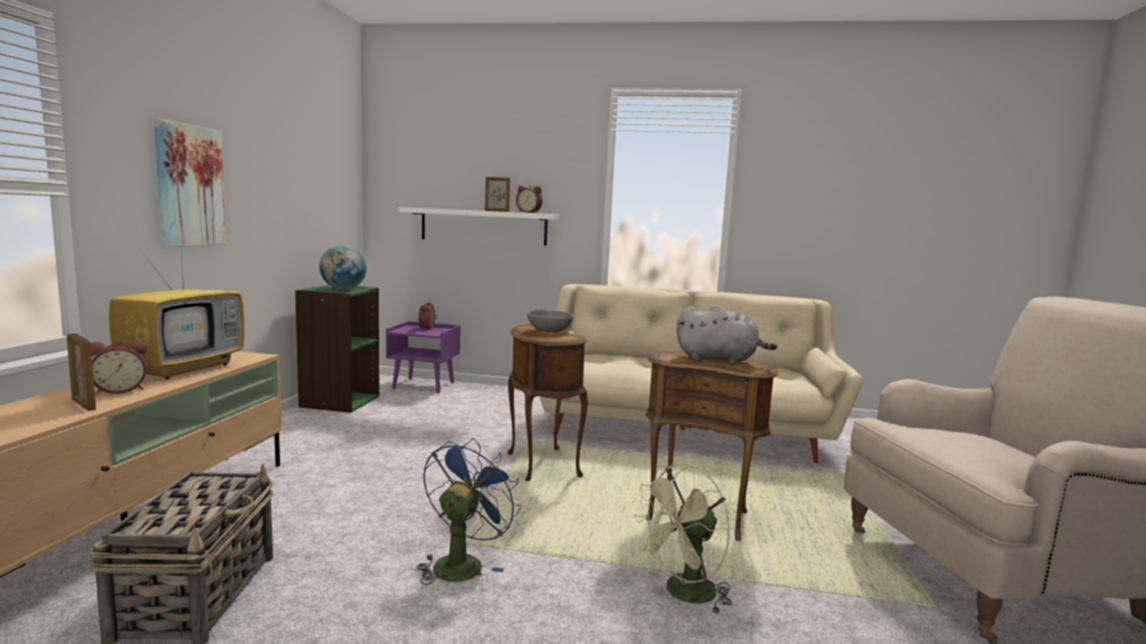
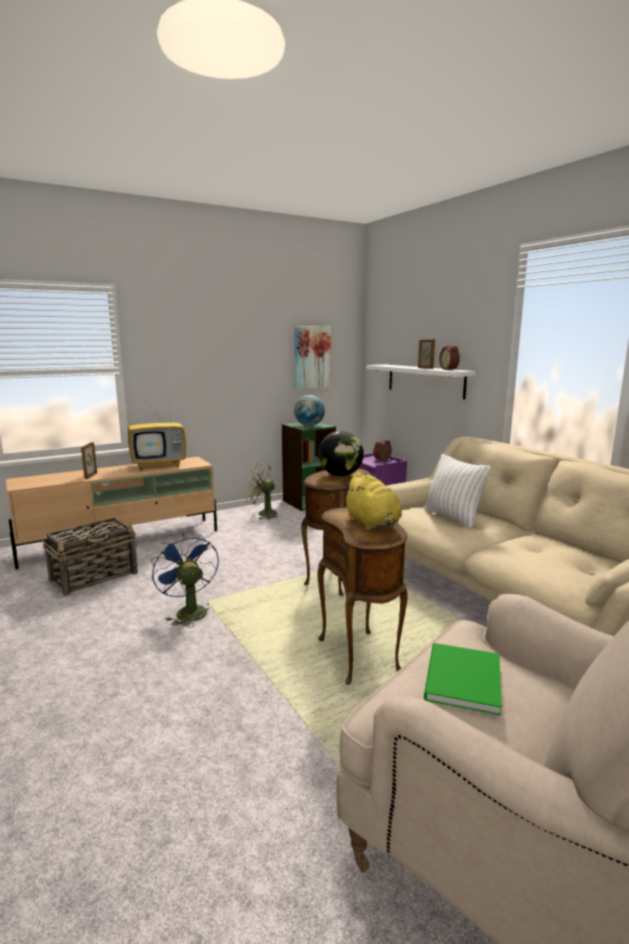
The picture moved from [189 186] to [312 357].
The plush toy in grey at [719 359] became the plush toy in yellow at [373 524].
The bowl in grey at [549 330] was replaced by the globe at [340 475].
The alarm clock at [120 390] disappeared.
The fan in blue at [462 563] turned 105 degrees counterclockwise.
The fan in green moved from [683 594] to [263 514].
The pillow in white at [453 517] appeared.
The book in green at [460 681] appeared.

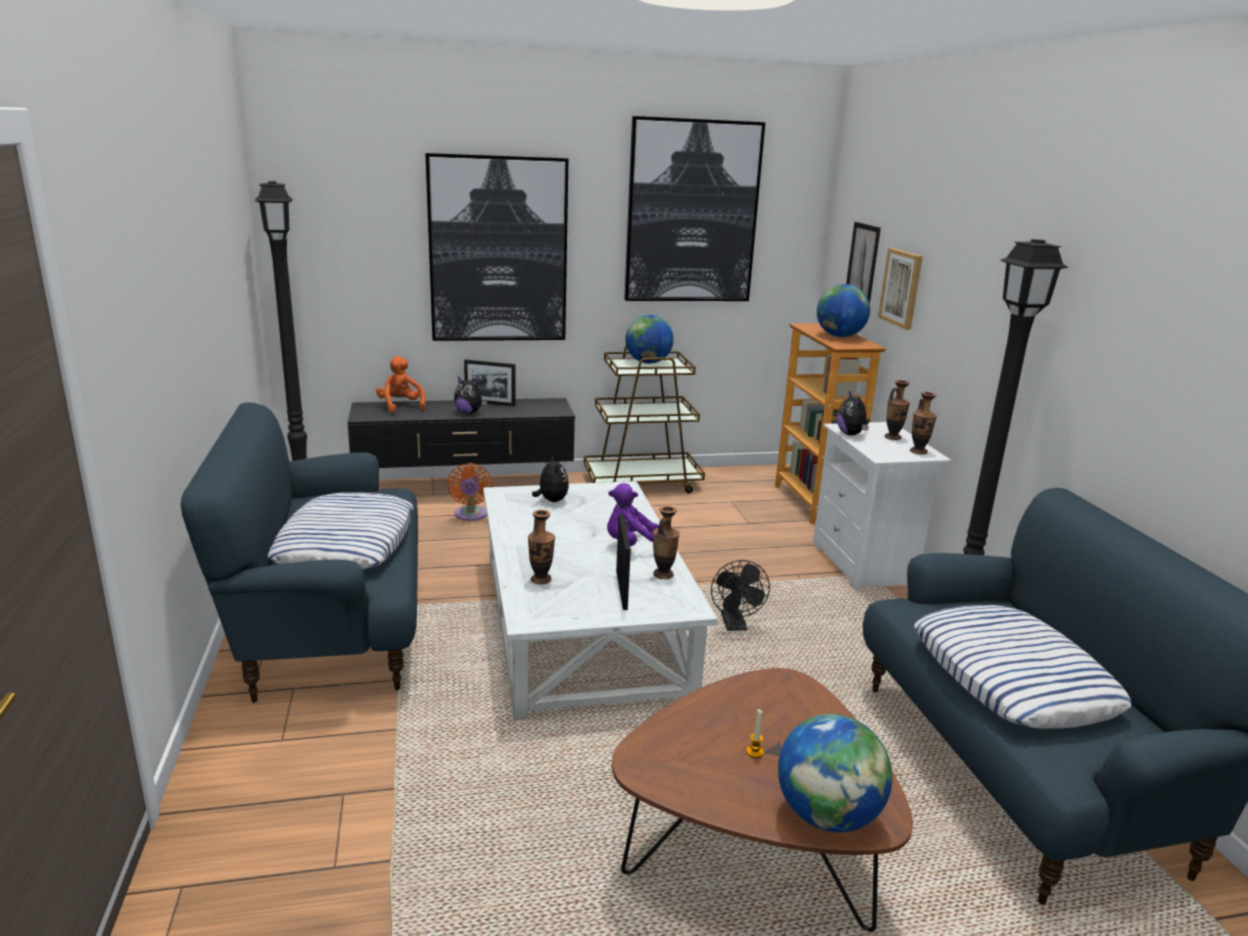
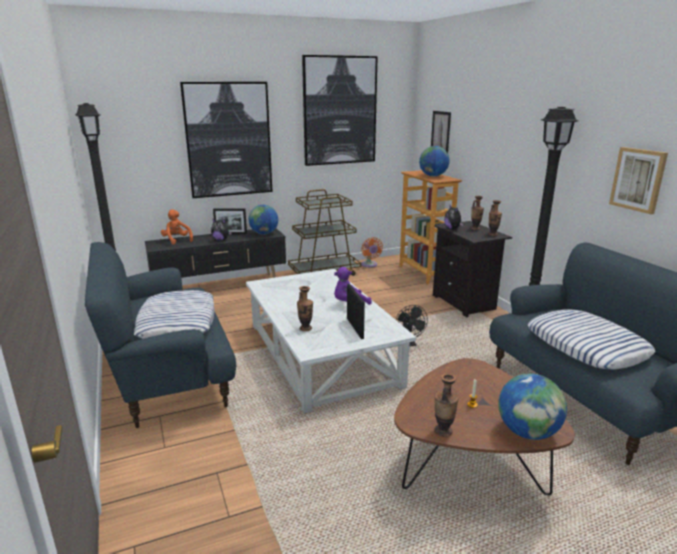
The picture moved from [901 288] to [638 179].
The globe moved from [648 363] to [264 234].
The nightstand in white at [865 565] became the nightstand in black at [465 303].
The plush toy at [551 500] disappeared.
The fan in orange moved from [470 515] to [369 265].
The vase moved from [663 574] to [443 431].

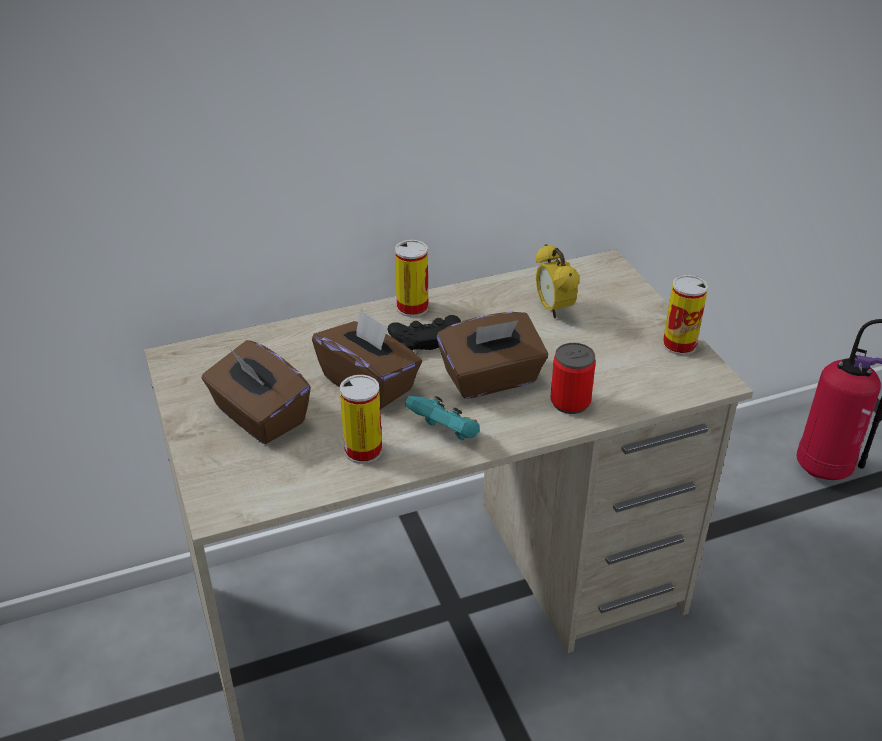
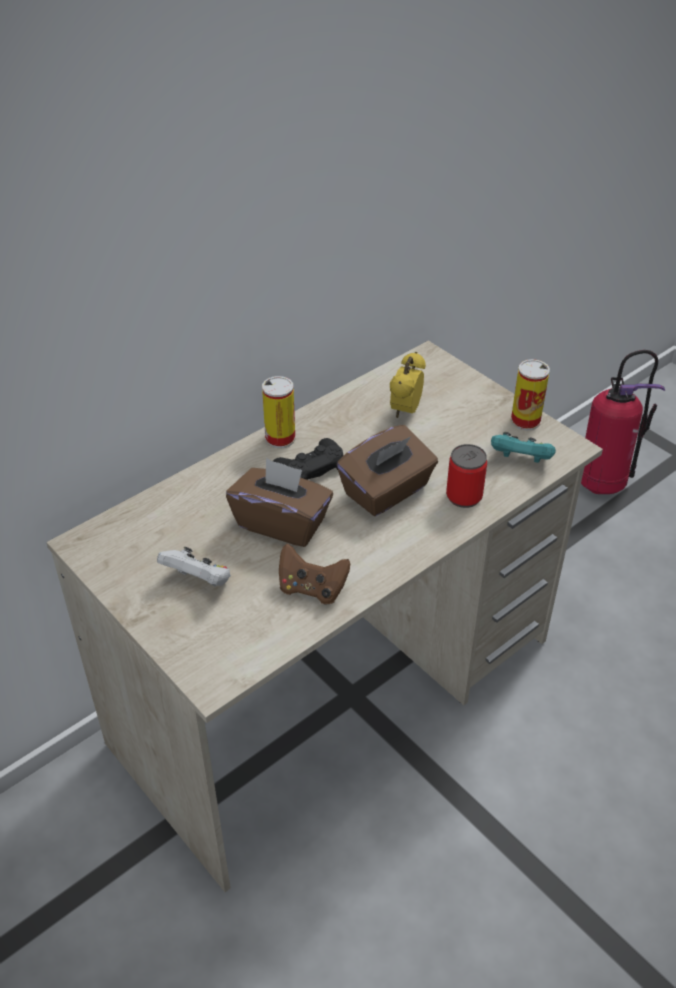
The alarm clock at [553 309] turned 60 degrees clockwise.
The tissue box in brown at [259 416] was replaced by the game controller in white at [198 581].
The can at [363 450] was replaced by the game controller in brown at [312 589].
The game controller in turquoise moved from [445 433] to [521 460].

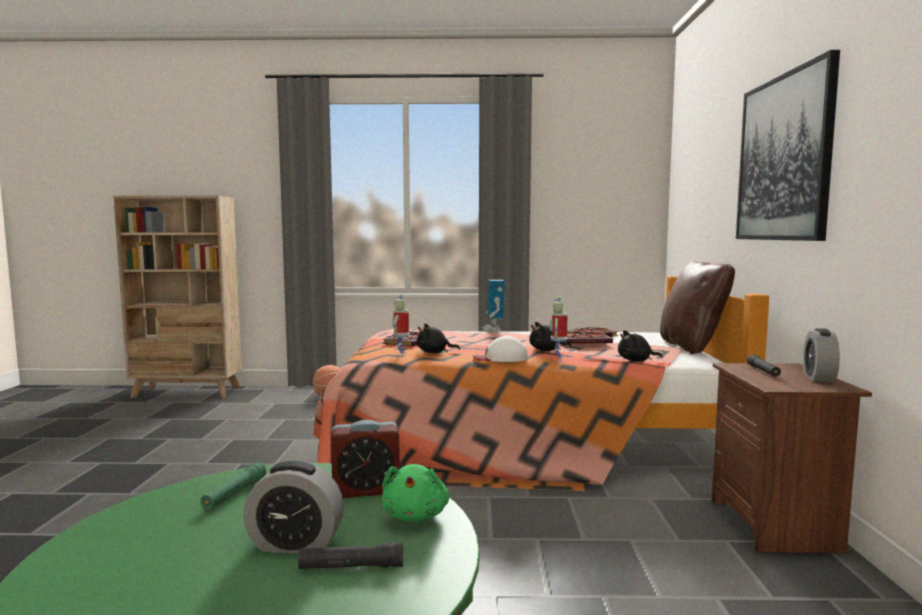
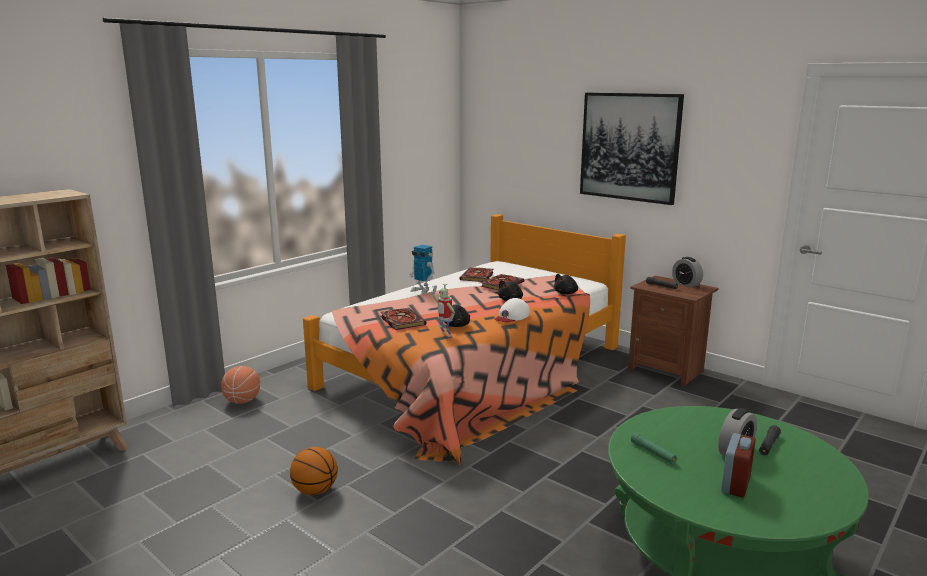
The pillow in brown at [692 347] disappeared.
The toy robot at [557 359] disappeared.
The alarm clock moved from [366 490] to [735 484].
The plush toy in green at [416 515] disappeared.
The basketball at [315 490] appeared.

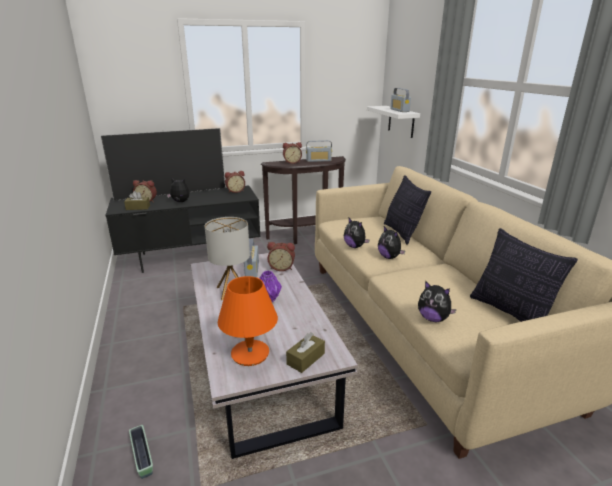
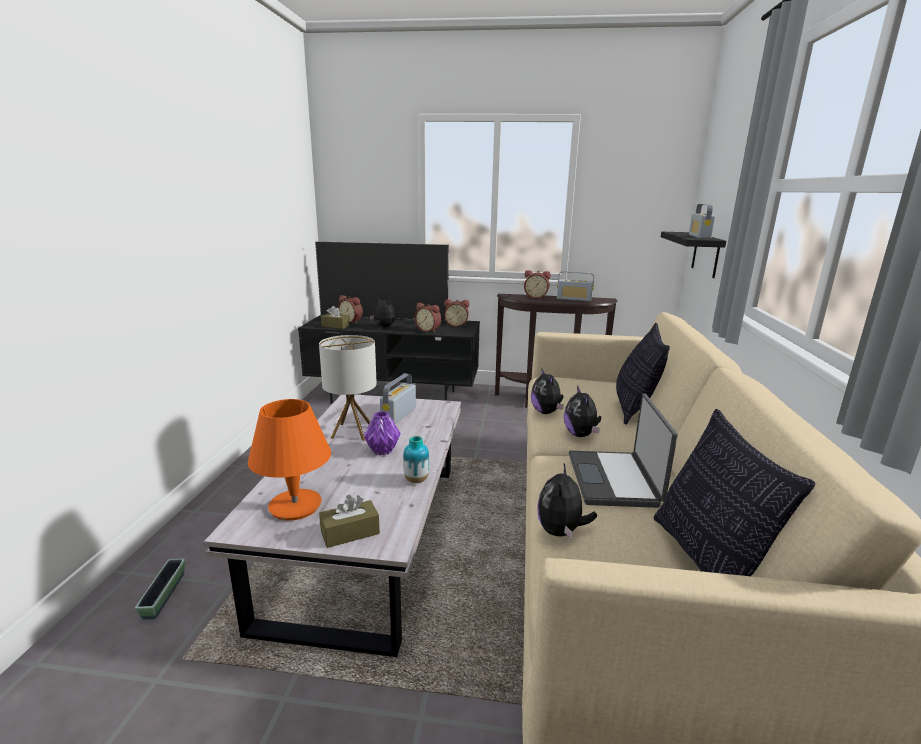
The shelf in white at [401 121] became the shelf in black at [705 254].
The alarm clock moved from [281 267] to [428 330].
The plush toy at [433 318] turned 45 degrees clockwise.
The laptop at [614 480] appeared.
The vase at [416 480] appeared.

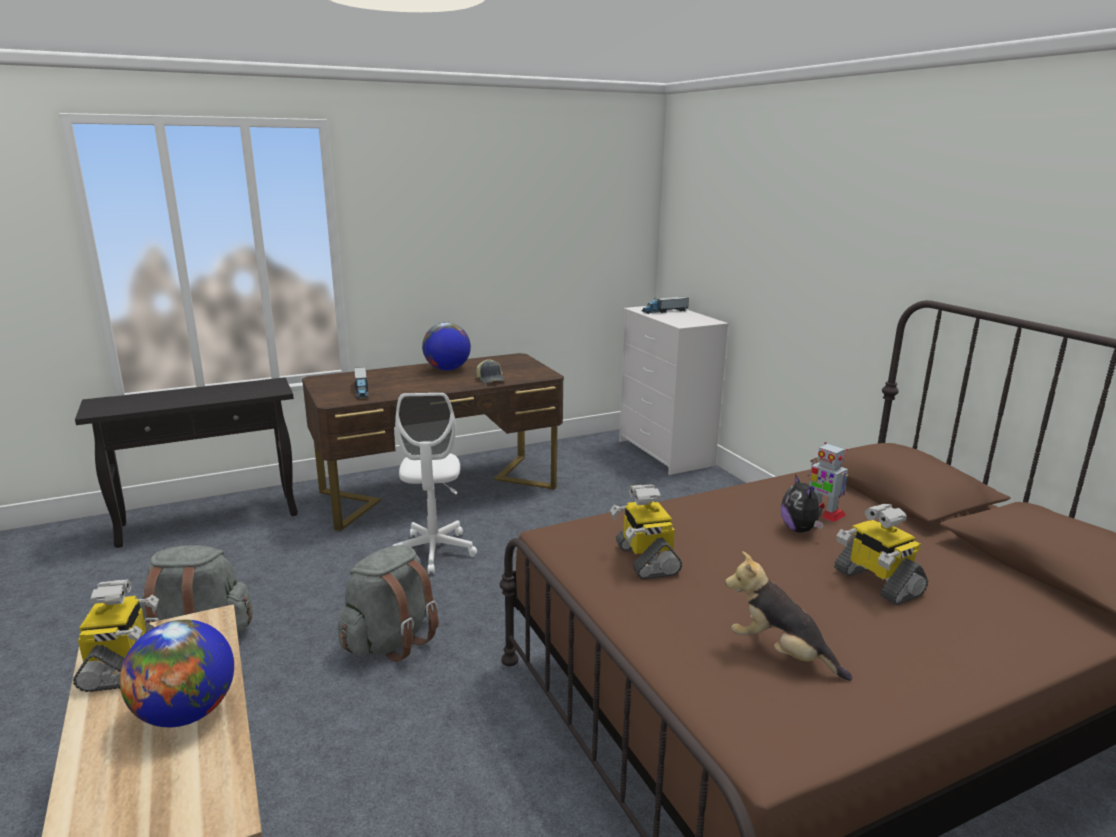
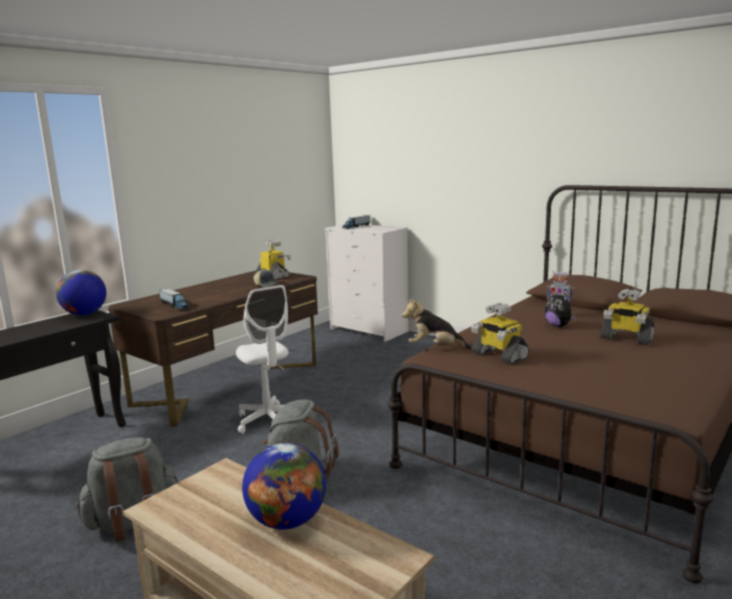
The globe moved from [447 369] to [84 314].
The plush toy moved from [780 653] to [435 347].
The toy robot moved from [121 664] to [274 276].

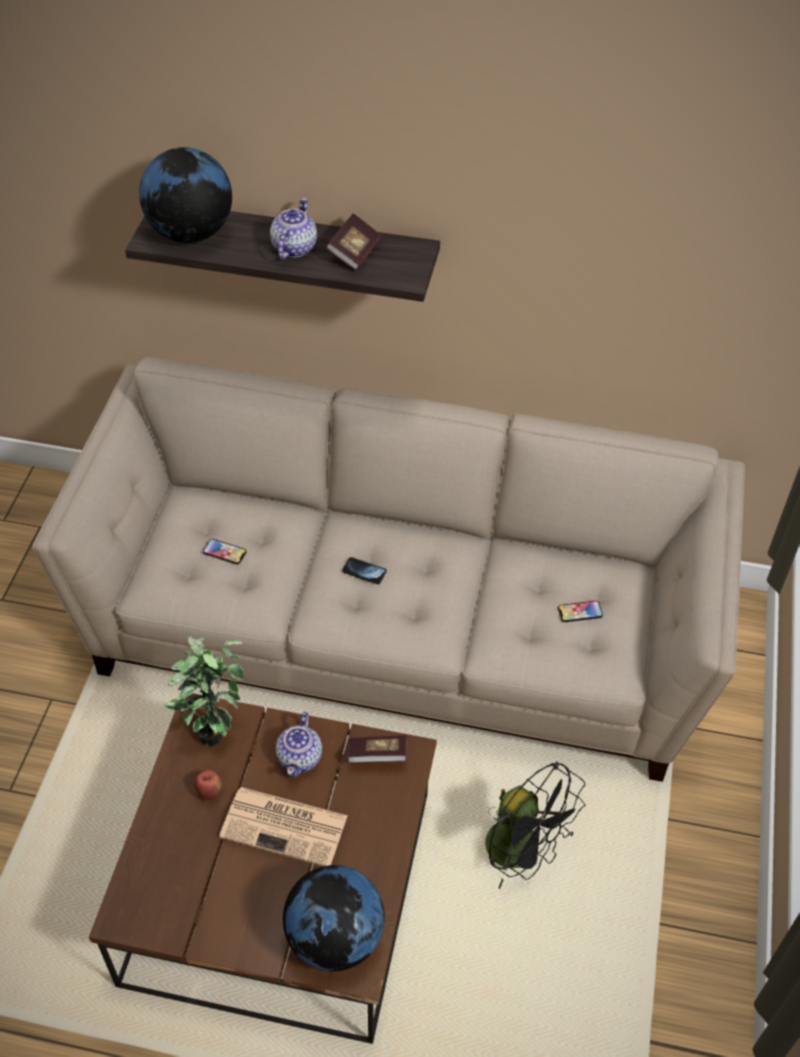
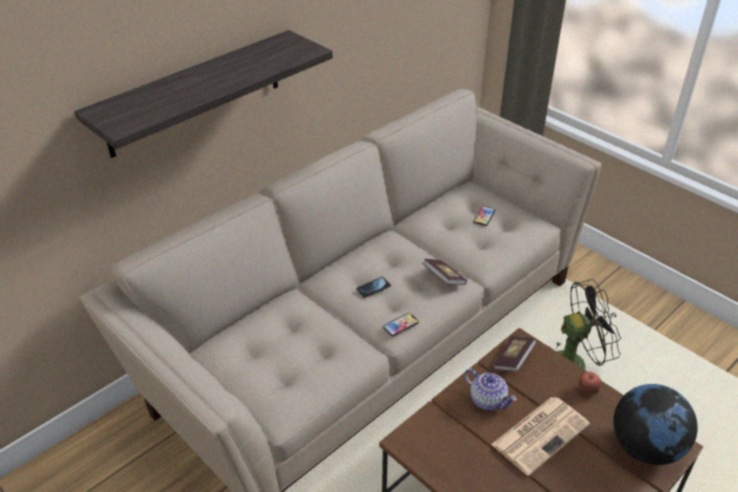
The globe at [191 233] disappeared.
The teapot at [293 248] disappeared.
The book moved from [354 253] to [443 279].
The phone moved from [224 552] to [400 325].
The potted plant at [212 725] disappeared.
The apple moved from [210 792] to [587 390].

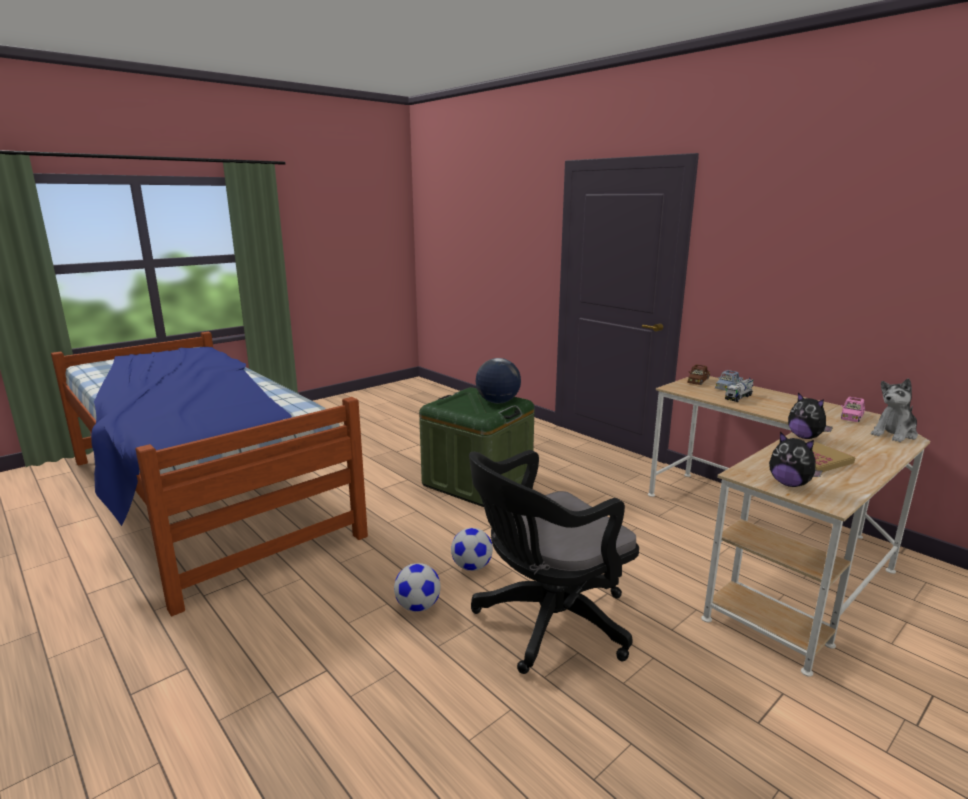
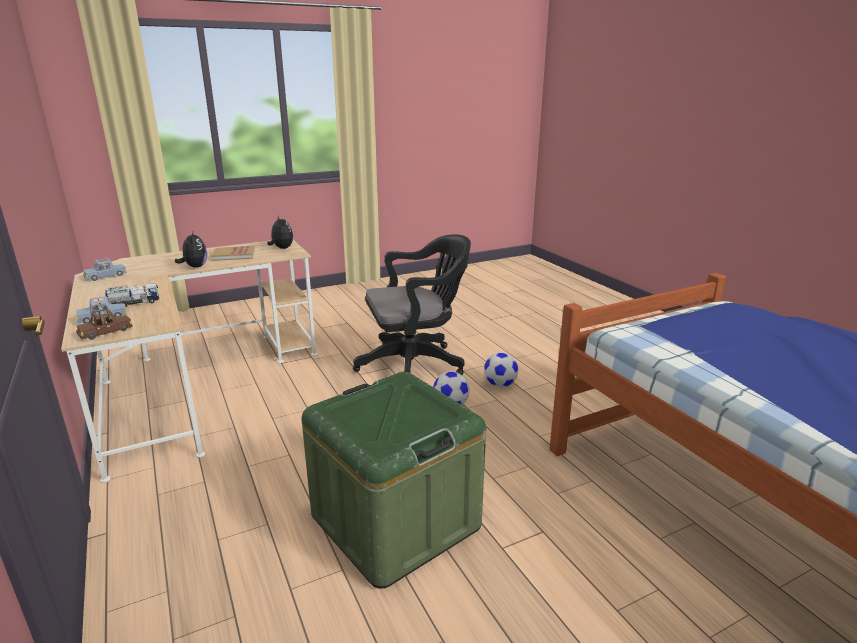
The globe at [497 402] disappeared.
The plush toy at [894 434] disappeared.
The toy car in pink at [851 416] became the toy car in blue at [106 276].

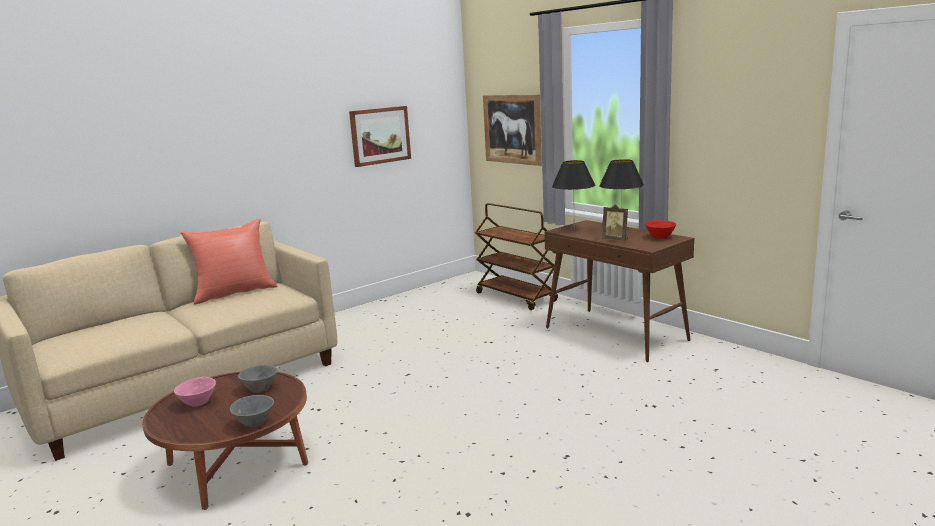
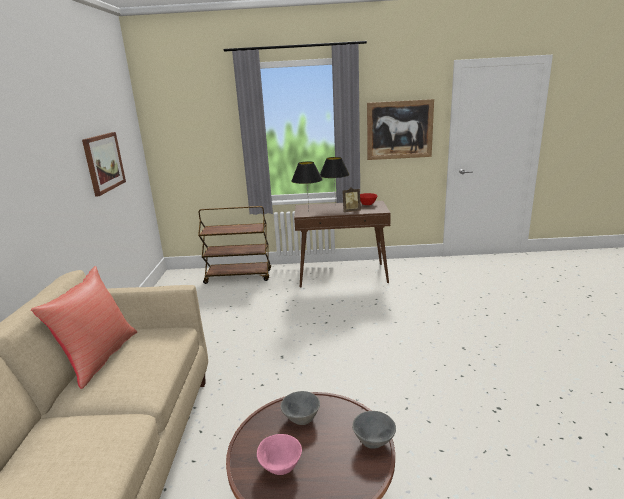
The picture moved from [512 129] to [399 130].

